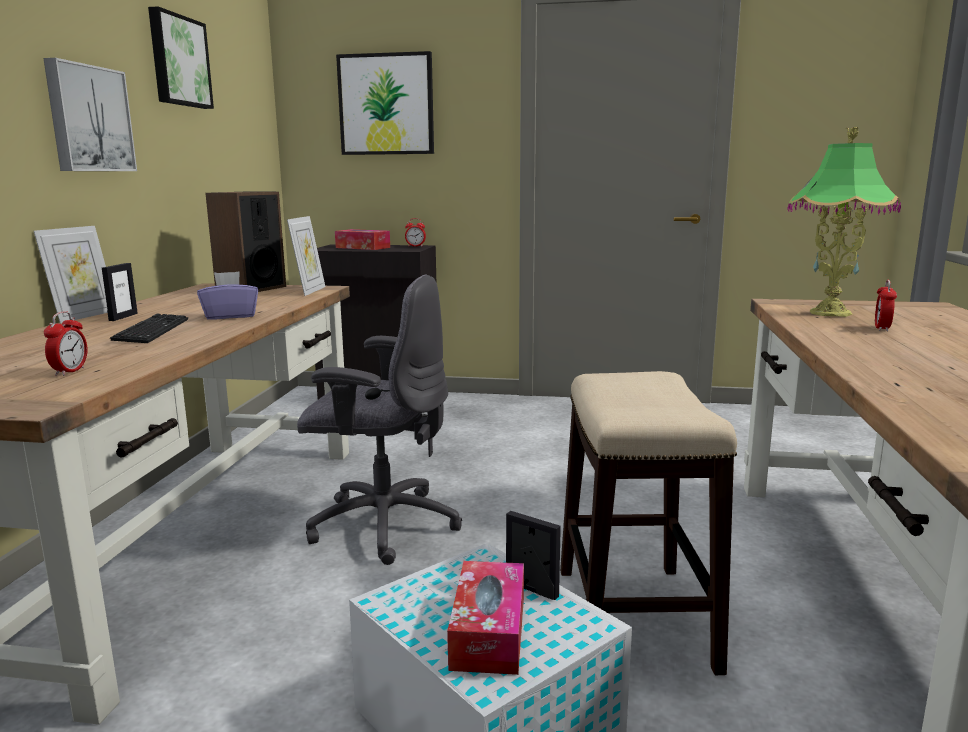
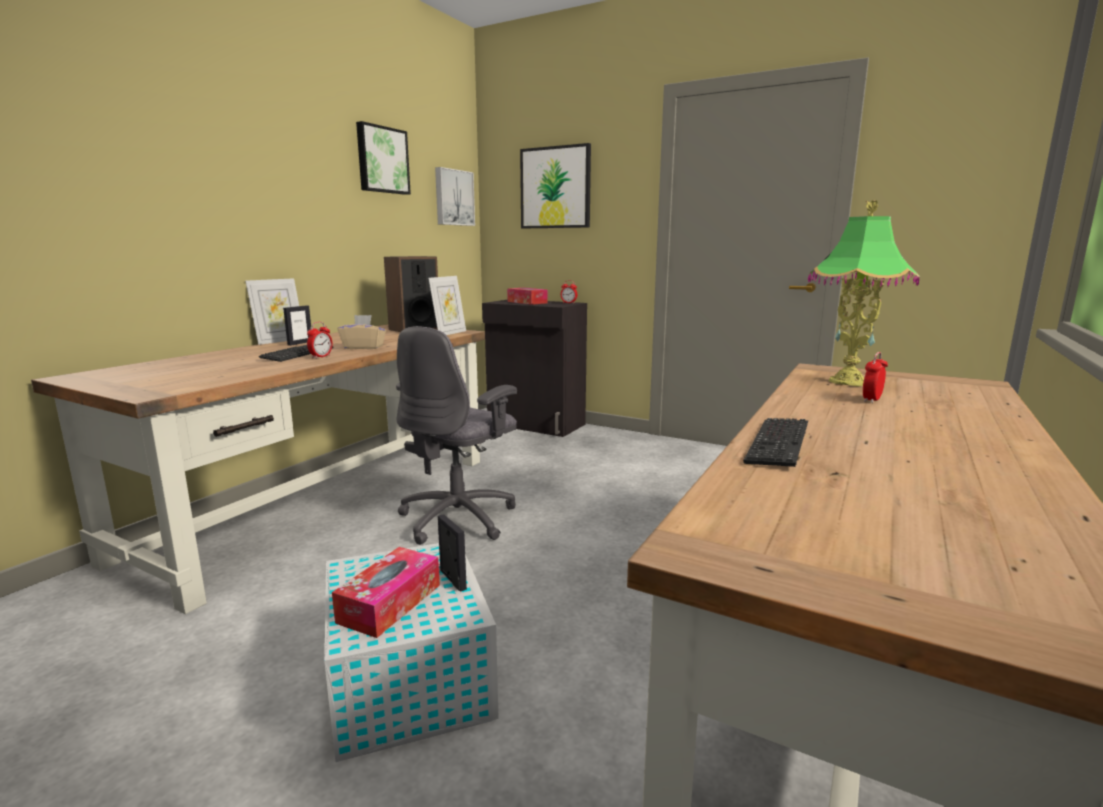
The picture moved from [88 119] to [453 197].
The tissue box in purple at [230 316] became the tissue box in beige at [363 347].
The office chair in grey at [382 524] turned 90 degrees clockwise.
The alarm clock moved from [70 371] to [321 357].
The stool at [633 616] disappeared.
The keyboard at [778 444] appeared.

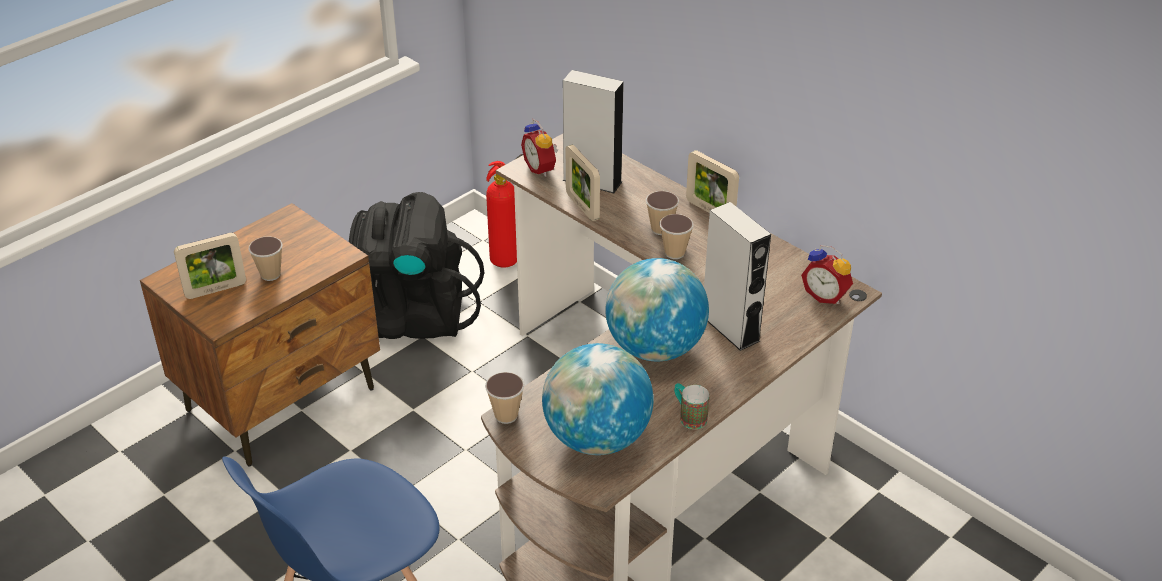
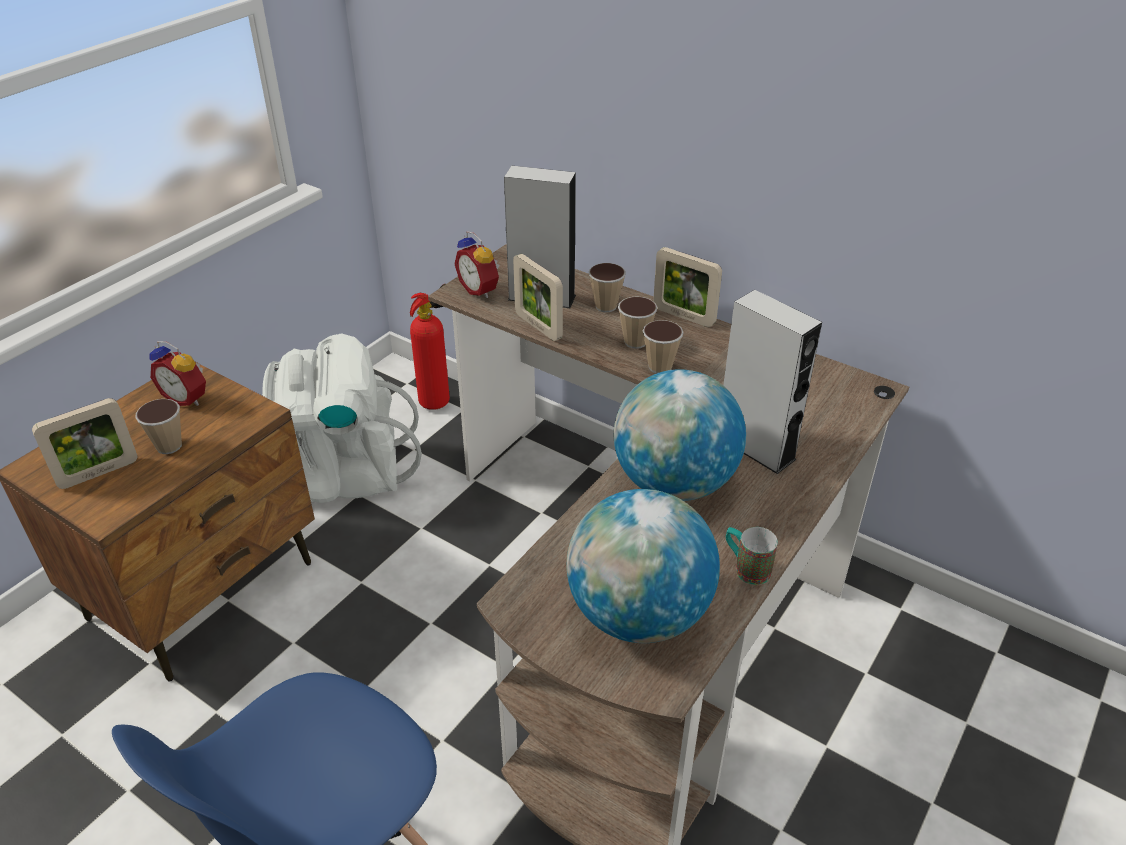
The backpack in black at [411 316] became the backpack in white at [342 474].
The alarm clock moved from [826 295] to [187 398].
The cup moved from [506 415] to [606 306].

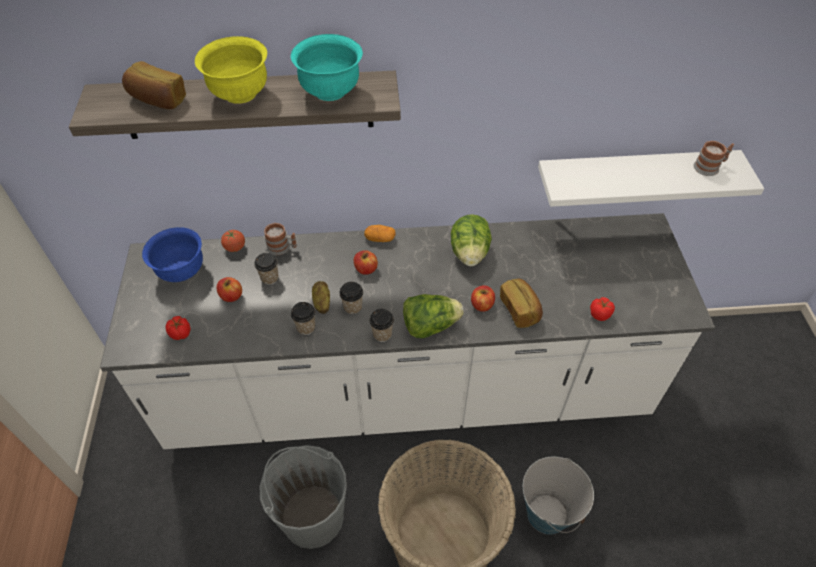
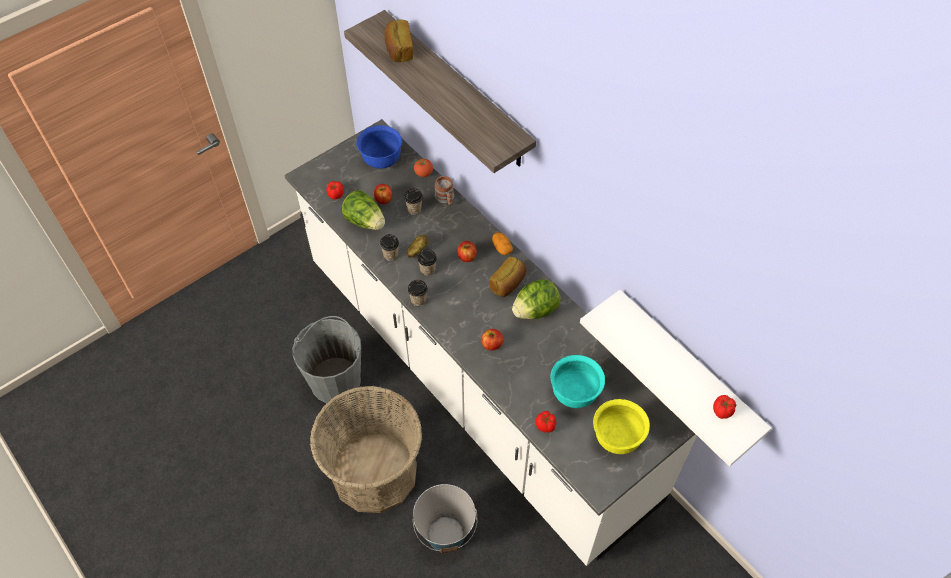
The bowl in turquoise moved from [330 91] to [574 393].
The bowl in yellow moved from [239 94] to [617 438].
The mug at [709 167] was replaced by the tomato at [722 411].
The bread moved from [520 310] to [508 283].
The lettuce moved from [430 326] to [365 221].

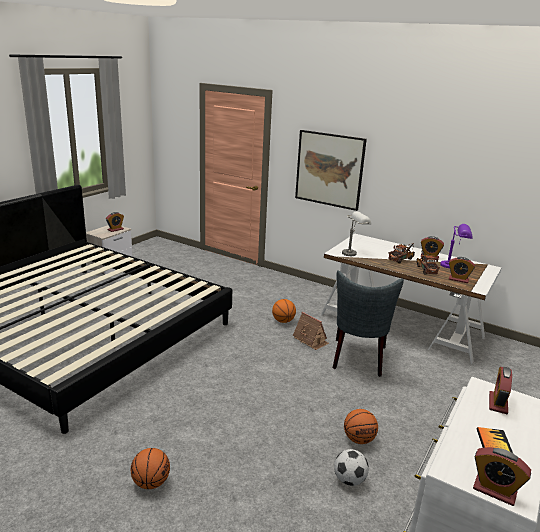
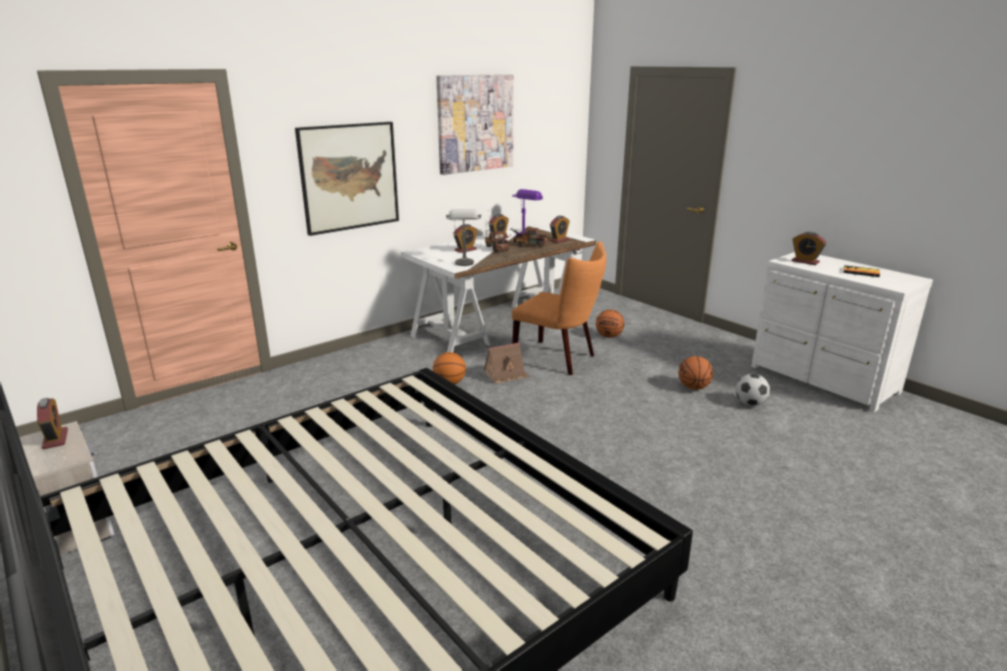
The chair in grey at [358 359] became the chair in orange at [559 359].
The alarm clock moved from [494 491] to [465 250].
The basketball moved from [151 482] to [609 336].
The picture at [475 123] appeared.

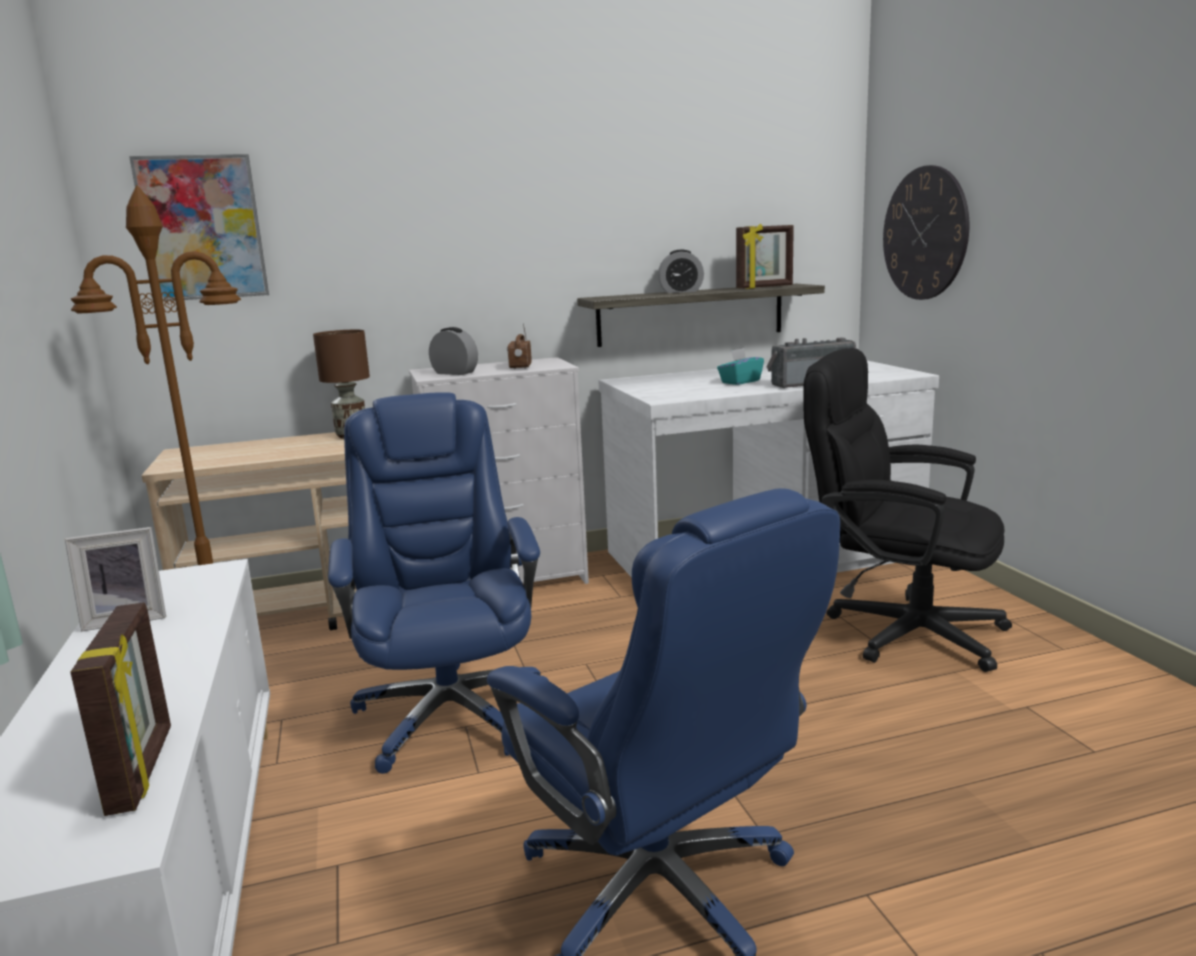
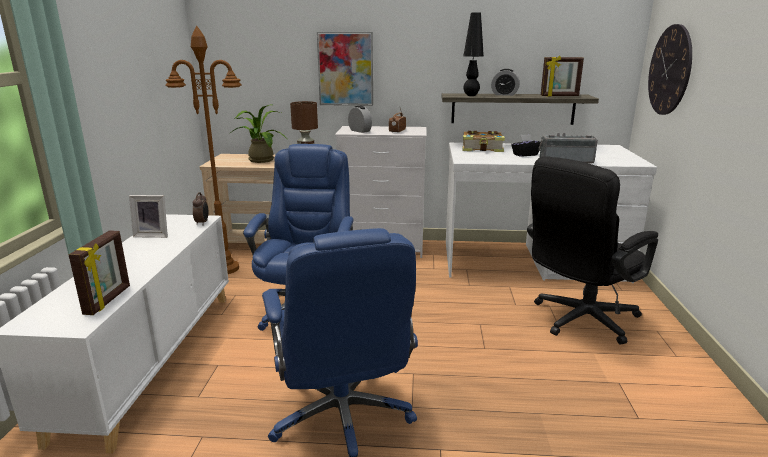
The picture moved from [202 228] to [345 69].
The tissue box in turquoise at [740 382] became the tissue box in black at [525 154].
The office chair in black at [898 629] turned 90 degrees counterclockwise.
The table lamp in black at [471 95] appeared.
The potted plant at [260 159] appeared.
The book at [482 149] appeared.
The alarm clock at [202 223] appeared.

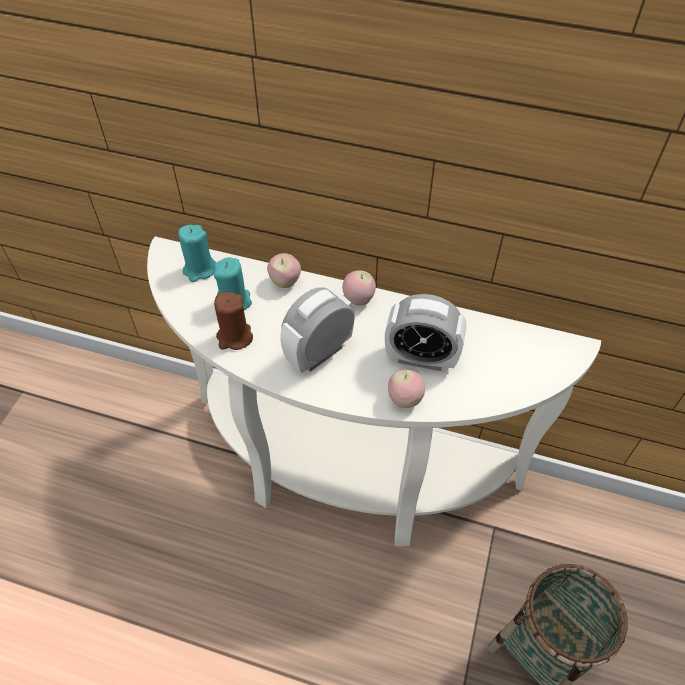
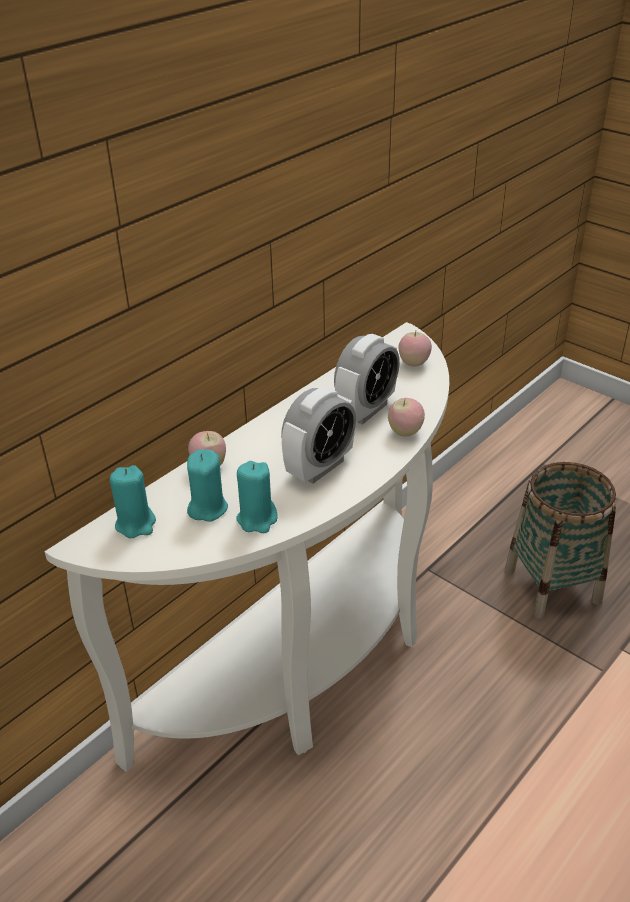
The apple moved from [358 300] to [414 364].
The alarm clock at [319 353] turned 120 degrees counterclockwise.
The candle in brown at [234 337] became the candle in turquoise at [257 519].

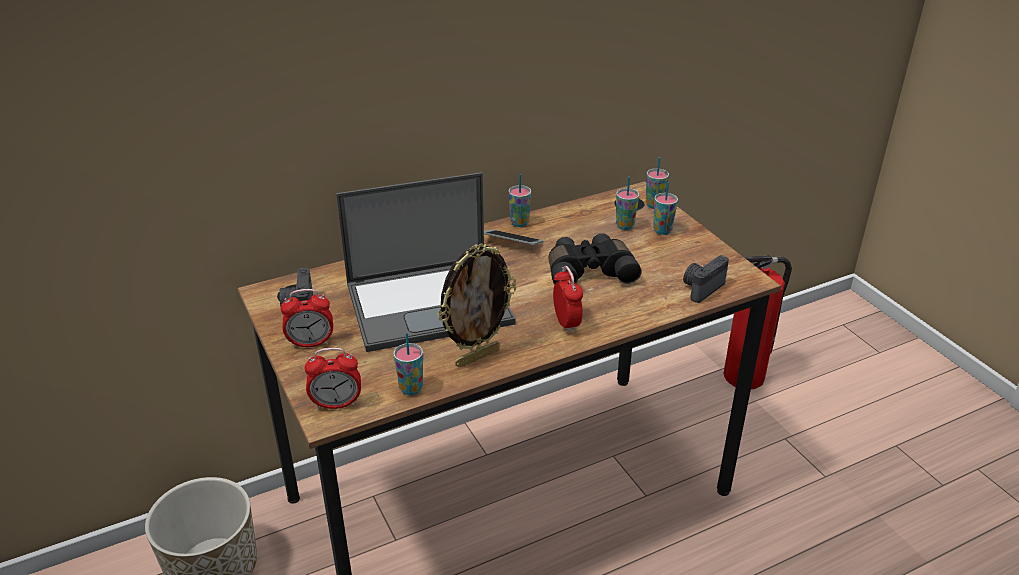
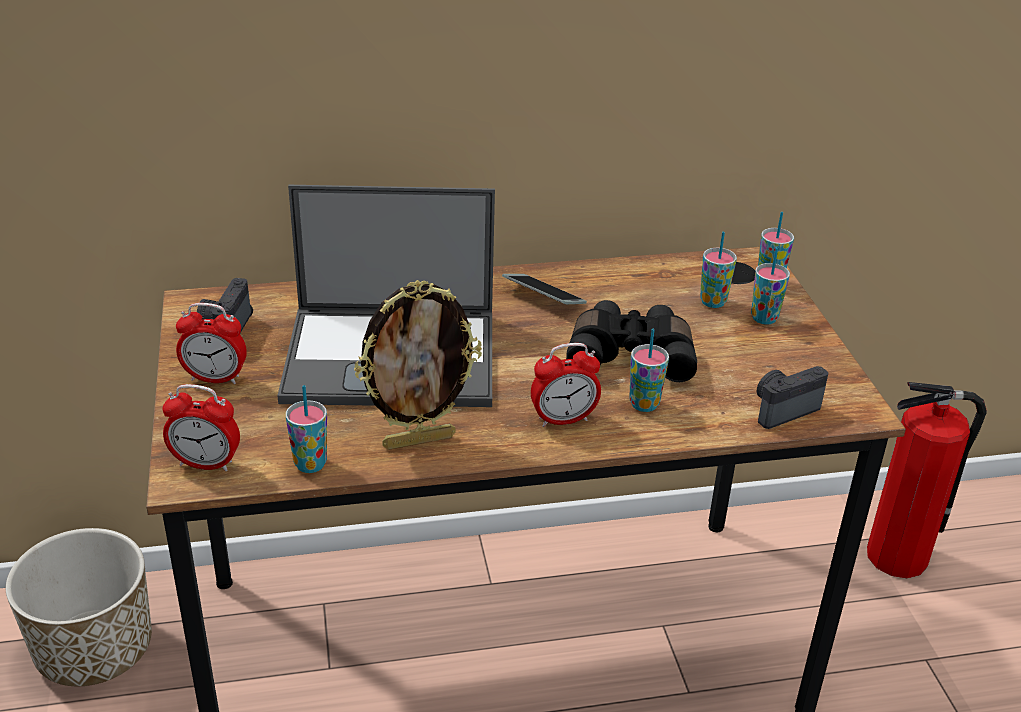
The cup moved from [519 223] to [644 404].
The alarm clock at [566 323] turned 75 degrees clockwise.

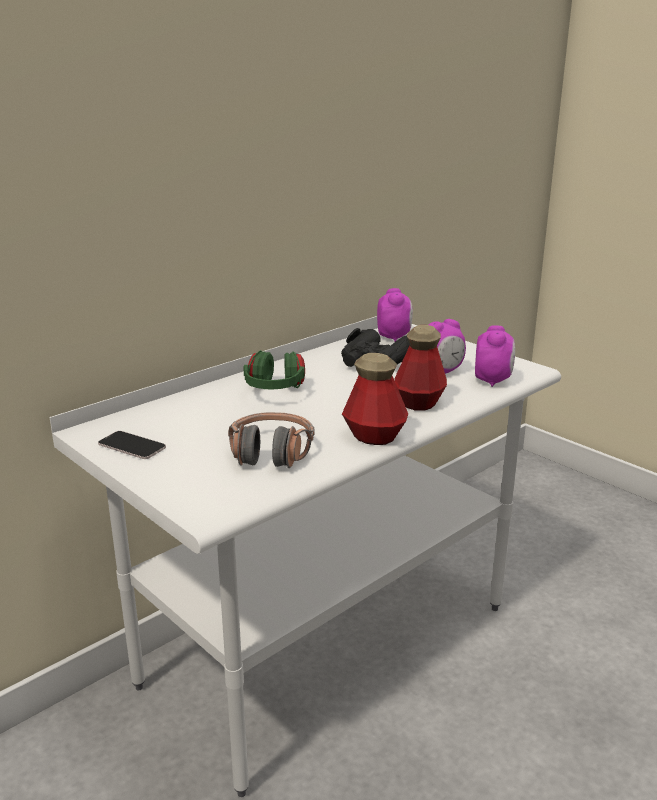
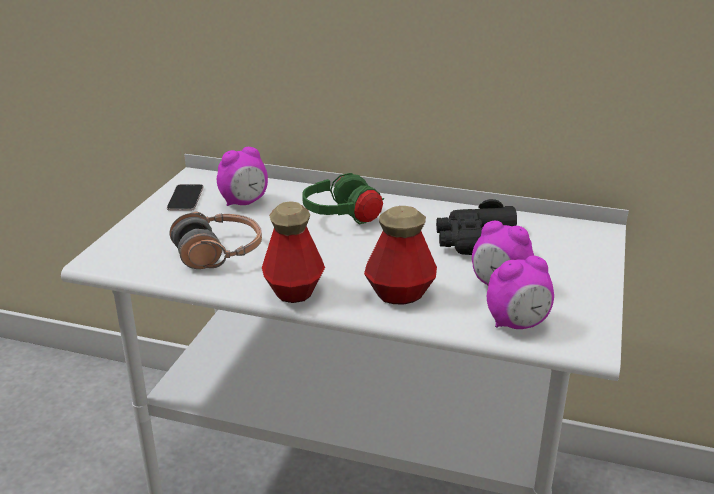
The alarm clock moved from [394 337] to [244 202].

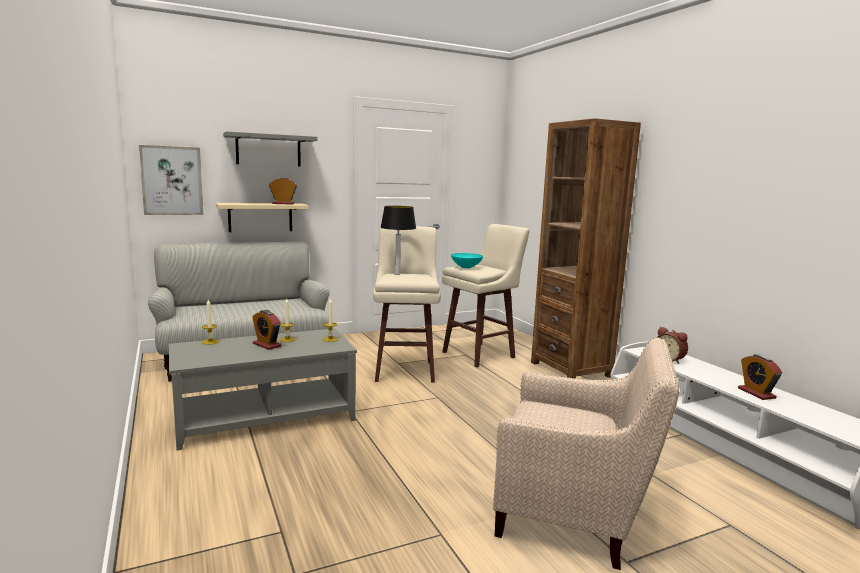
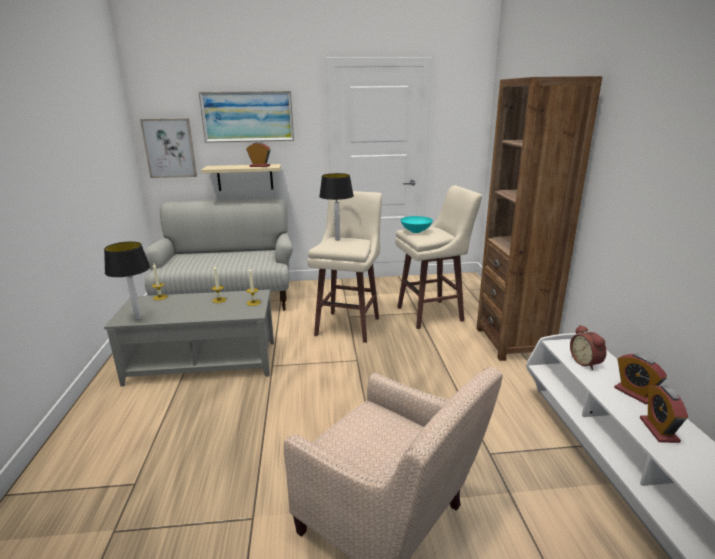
The shelf in grey at [268 150] was replaced by the picture at [248 116].
The alarm clock moved from [267 345] to [634 393].
The table lamp at [138 318] appeared.

